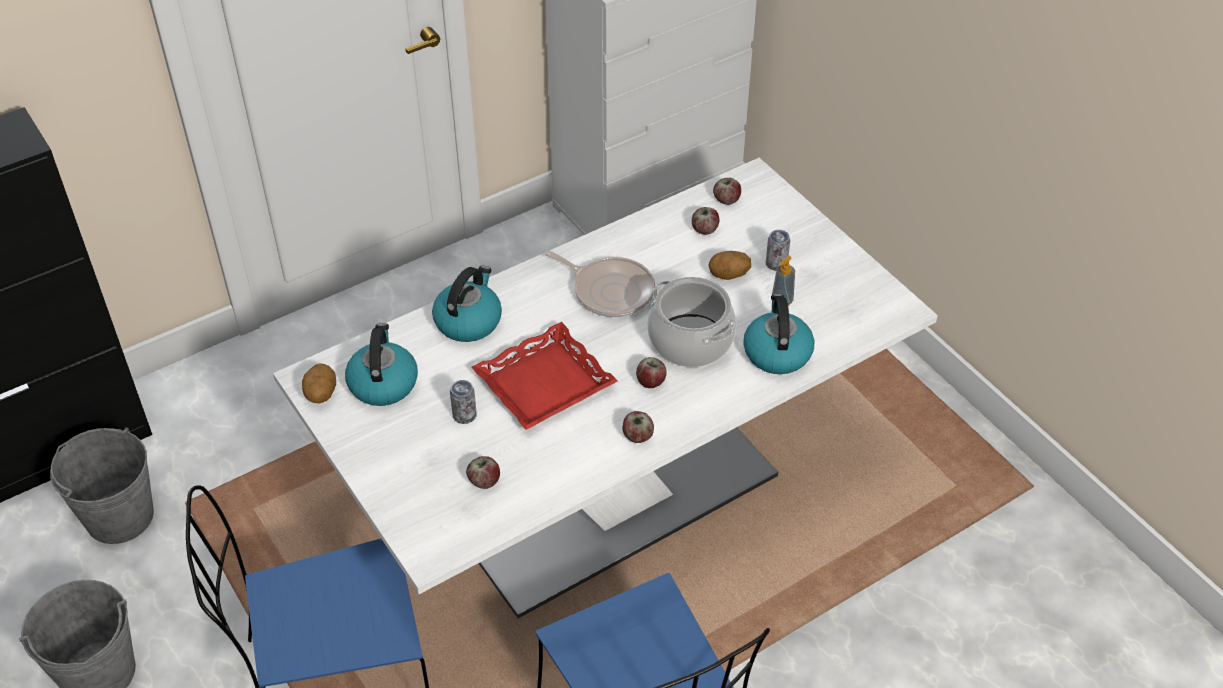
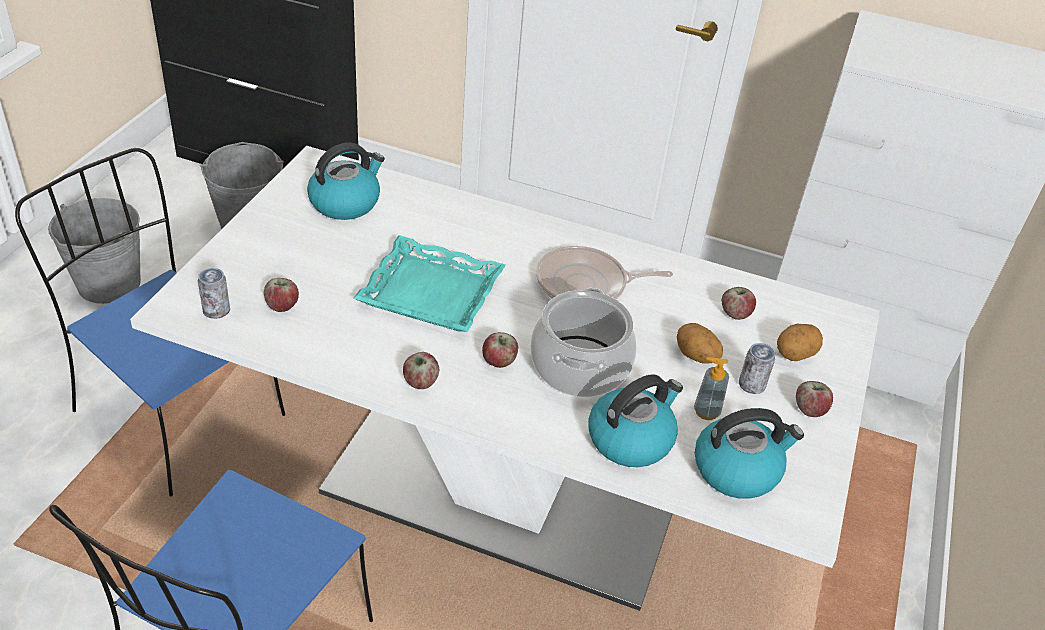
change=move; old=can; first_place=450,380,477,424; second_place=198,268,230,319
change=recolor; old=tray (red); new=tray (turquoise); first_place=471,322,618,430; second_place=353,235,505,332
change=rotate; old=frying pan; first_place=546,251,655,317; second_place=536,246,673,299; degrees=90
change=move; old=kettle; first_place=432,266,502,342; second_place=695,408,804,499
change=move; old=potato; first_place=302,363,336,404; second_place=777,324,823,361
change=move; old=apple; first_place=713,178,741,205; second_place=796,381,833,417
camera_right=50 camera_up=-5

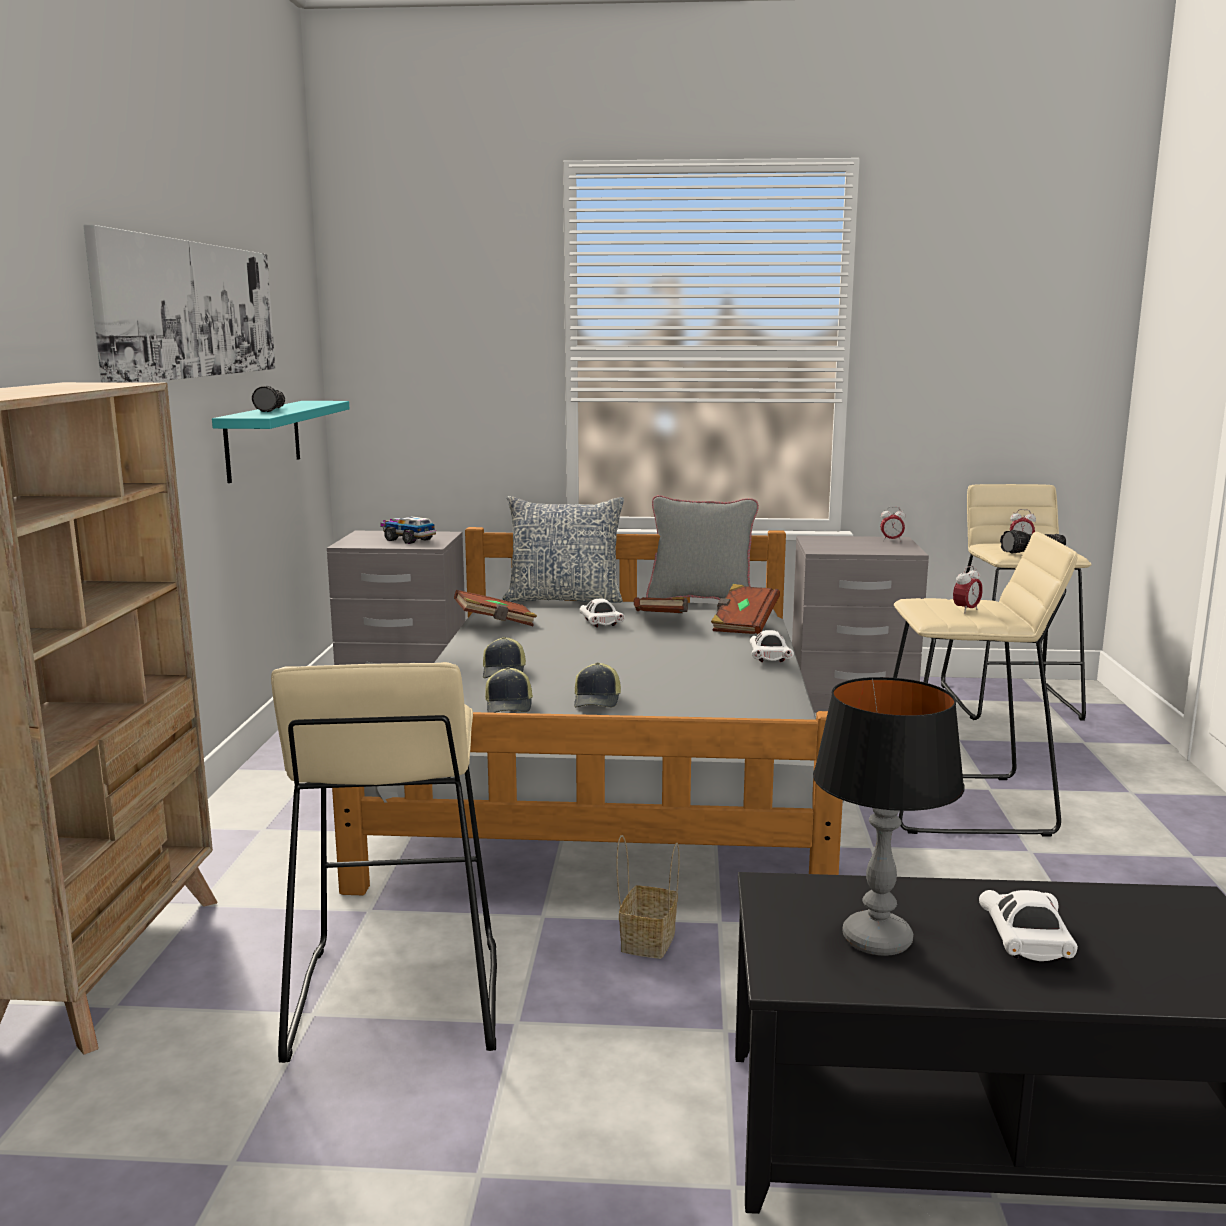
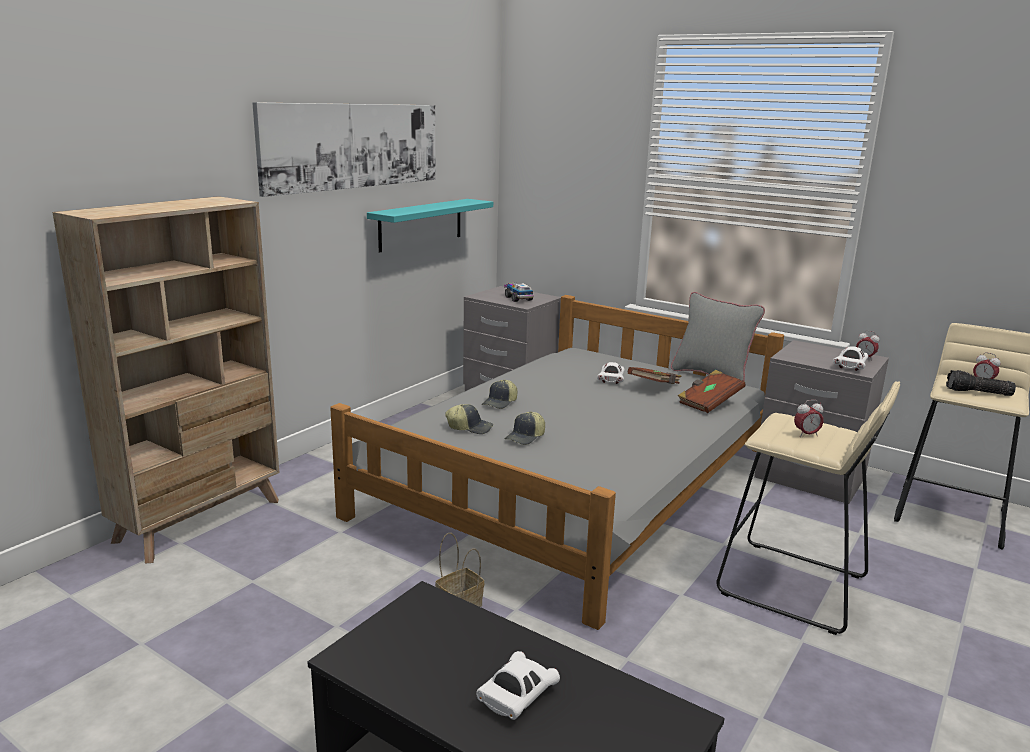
change=rotate; old=cap; first_place=485,667,533,713; second_place=445,404,493,434; degrees=-105
change=move; old=toy car (white); first_place=750,630,794,662; second_place=833,346,868,371
change=delete; old=flashlight; first_place=252,385,285,412
change=delete; old=stool (beige); first_place=271,662,497,1063
change=delete; old=book (brown); first_place=454,590,537,626
change=delete; old=pillow; first_place=502,496,624,603
change=delete; old=table lamp; first_place=813,677,965,956
camera_right=30 camera_up=5

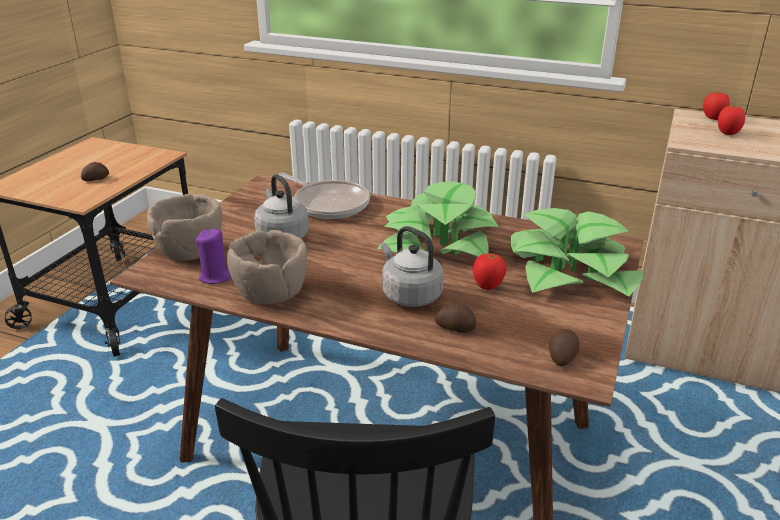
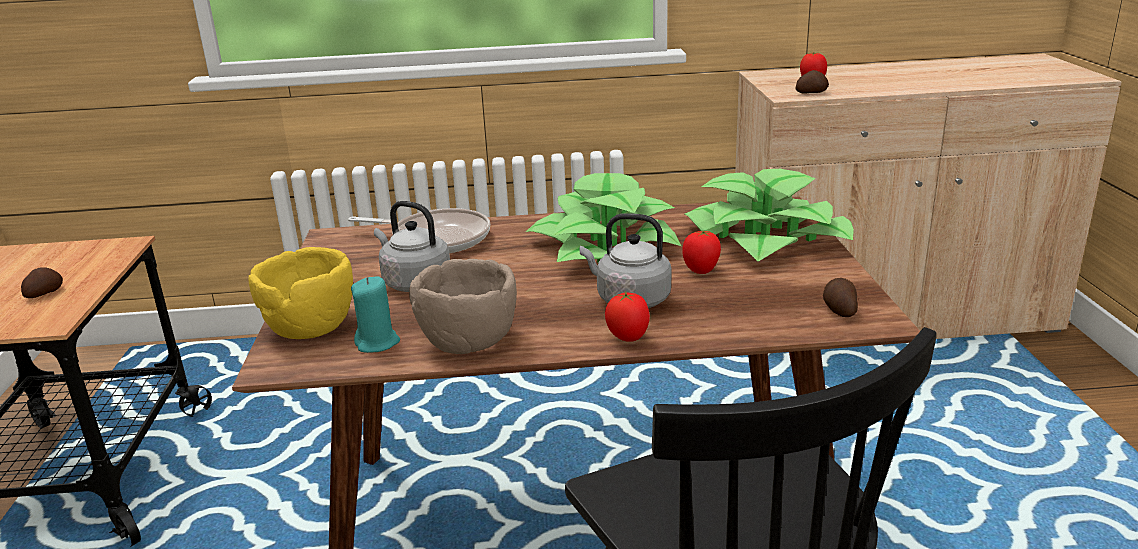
change=recolor; old=bowl (brown); new=bowl (yellow); first_place=147,194,222,261; second_place=248,247,353,339
change=recolor; old=candle (purple); new=candle (turquoise); first_place=196,229,231,284; second_place=351,276,400,353
change=move; old=tomato; first_place=703,92,730,120; second_place=605,291,650,342
change=move; old=potato; first_place=435,303,476,333; second_place=795,70,829,93
camera_right=-25 camera_up=-5

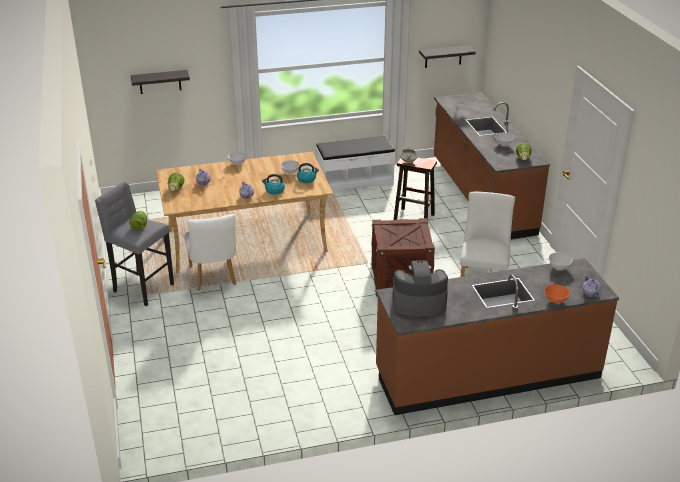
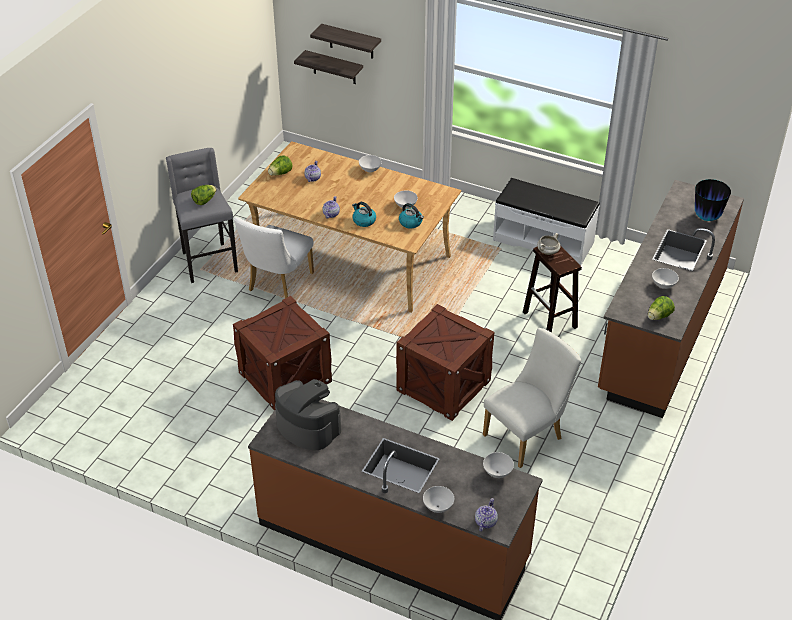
change=insert; new=crate; second_place=233,296,332,411
change=move; old=shelf; first_place=419,45,476,68; second_place=294,50,363,84
change=recolor; old=bowl (orange); new=bowl (white); first_place=545,284,570,303; second_place=423,486,454,513
change=insert; new=vase; second_place=695,179,731,221
camera_right=40 camera_up=10

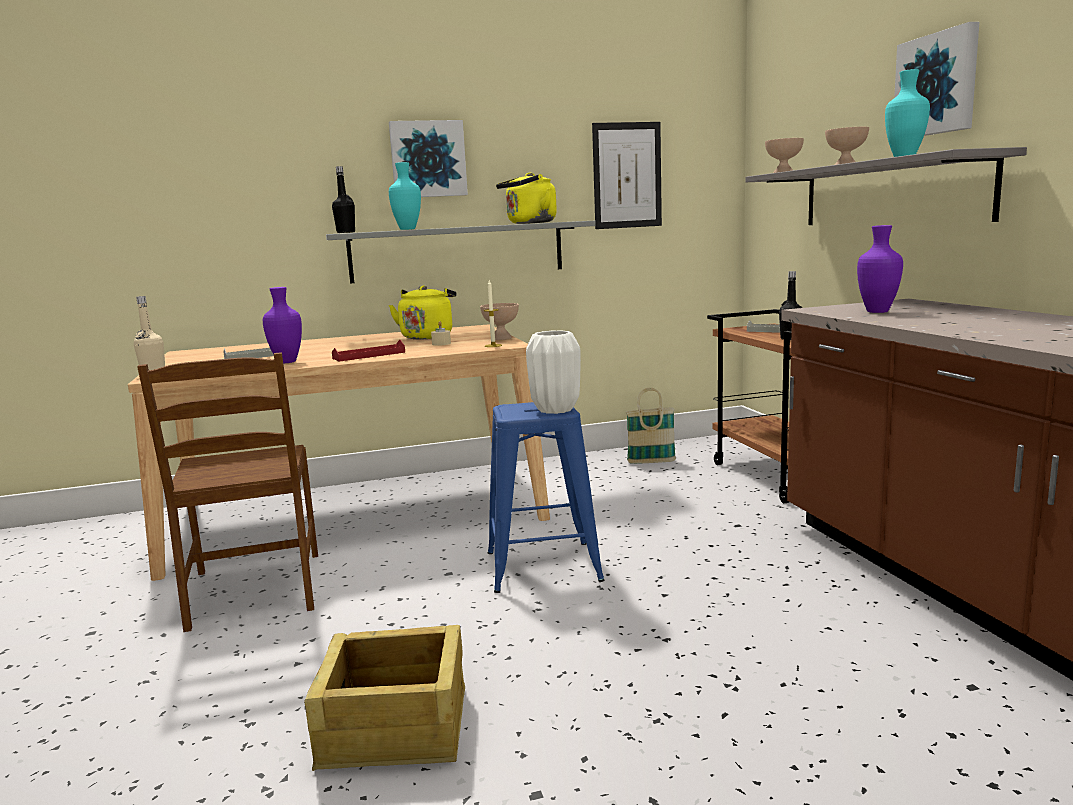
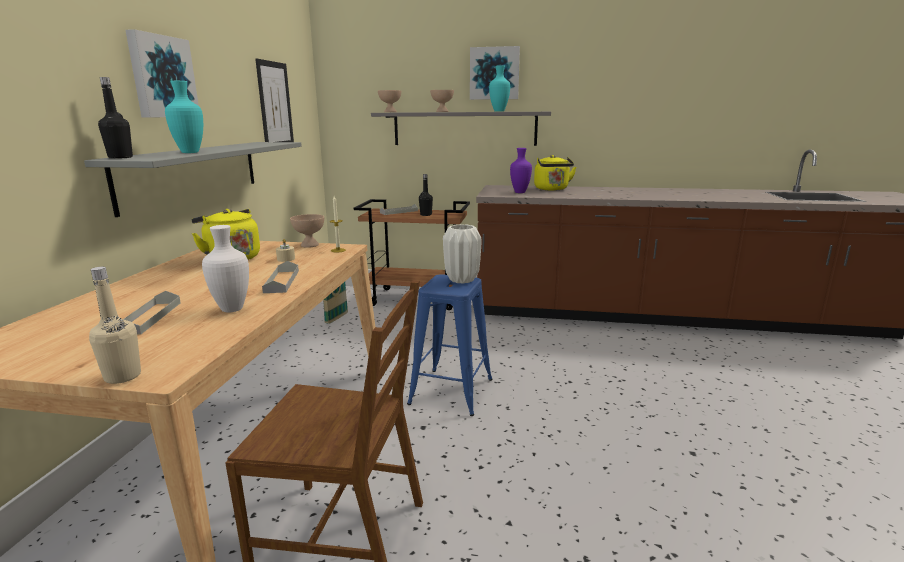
change=recolor; old=vase (purple); new=vase (white); first_place=263,287,302,363; second_place=202,225,249,313
change=recolor; old=tray (red); new=tray (grey); first_place=332,340,405,362; second_place=262,261,299,293
change=move; old=kettle (yellow); first_place=496,172,557,224; second_place=534,155,576,191
change=delete; old=crate; first_place=304,625,465,771
camera_right=-65 camera_up=5

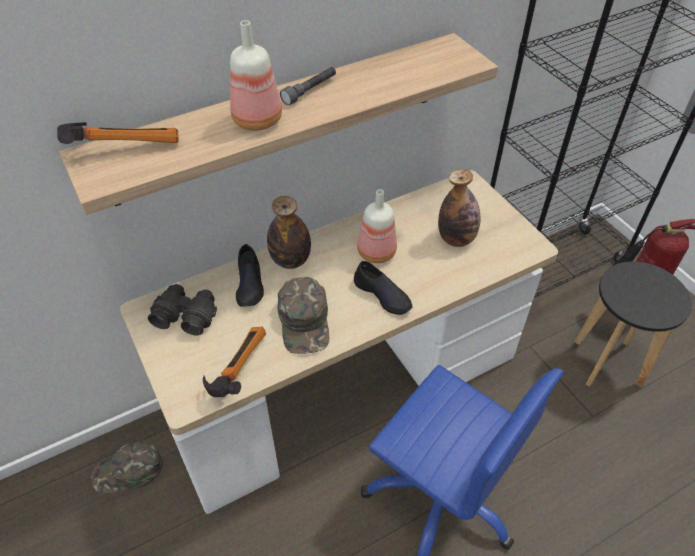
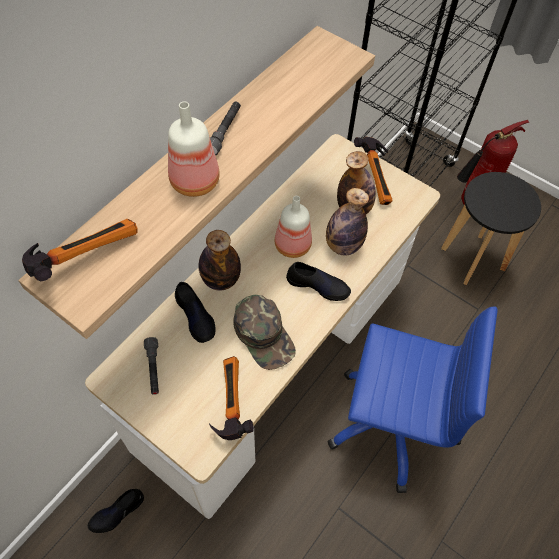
change=replace; old=cap (green); new=shoe (black); first_place=91,441,163,494; second_place=88,489,144,533
change=replace; old=binoculars (black); new=flashlight (grey); first_place=148,284,217,335; second_place=144,337,159,395
change=insert; new=bottle; second_place=326,188,369,256
change=insert; new=hammer; second_place=354,137,393,205
camera_right=-25 camera_up=10

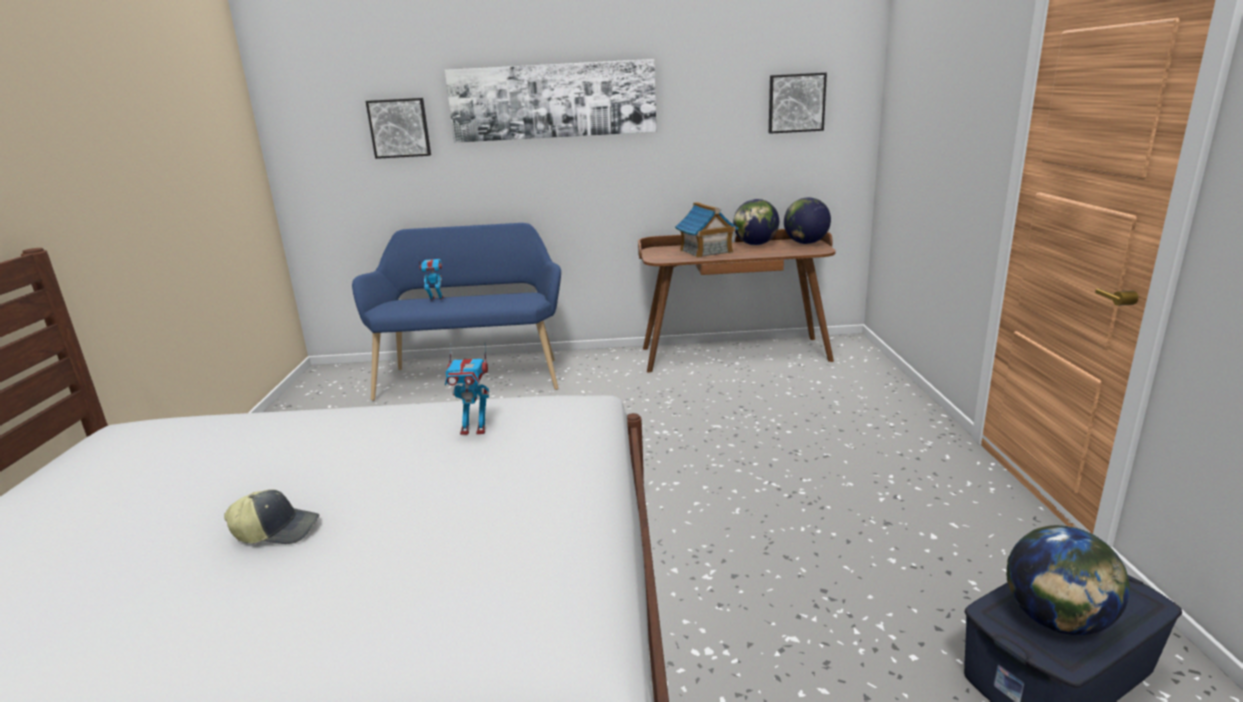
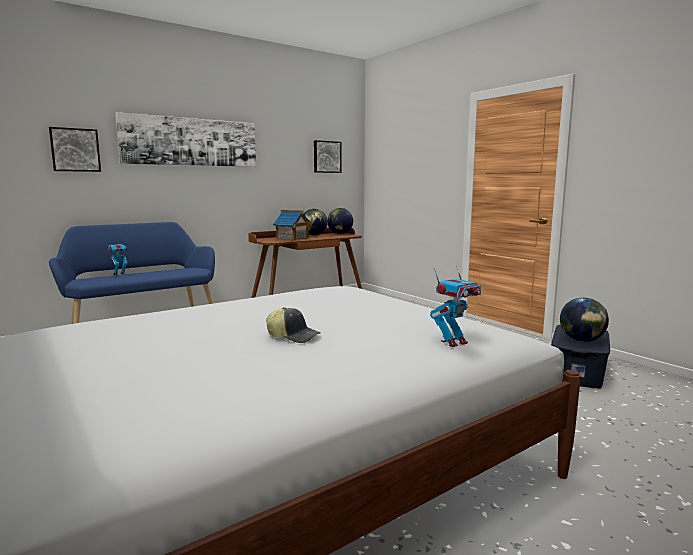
change=rotate; old=cap; first_place=224,489,319,544; second_place=266,307,320,343; degrees=60
change=move; old=toy robot; first_place=445,342,489,435; second_place=430,265,481,347
camera_right=-35 camera_up=-10

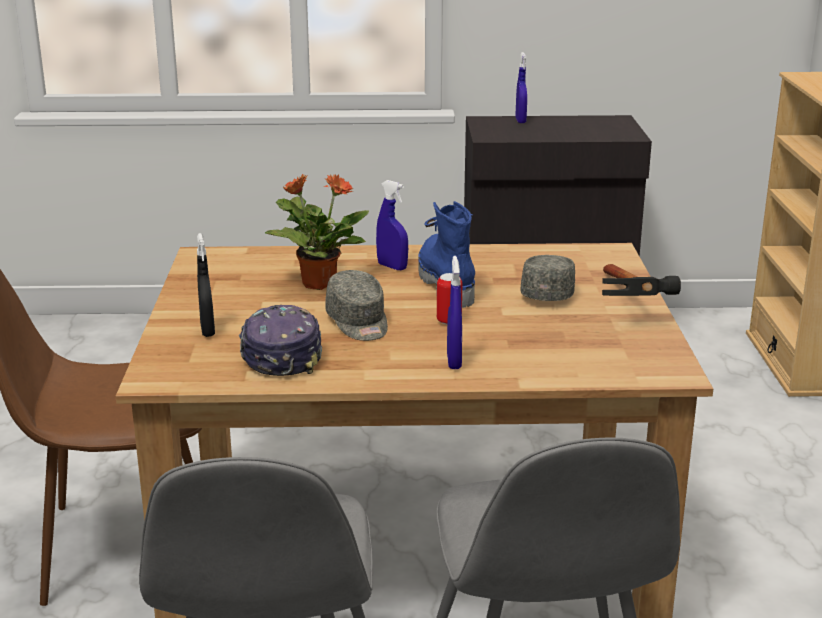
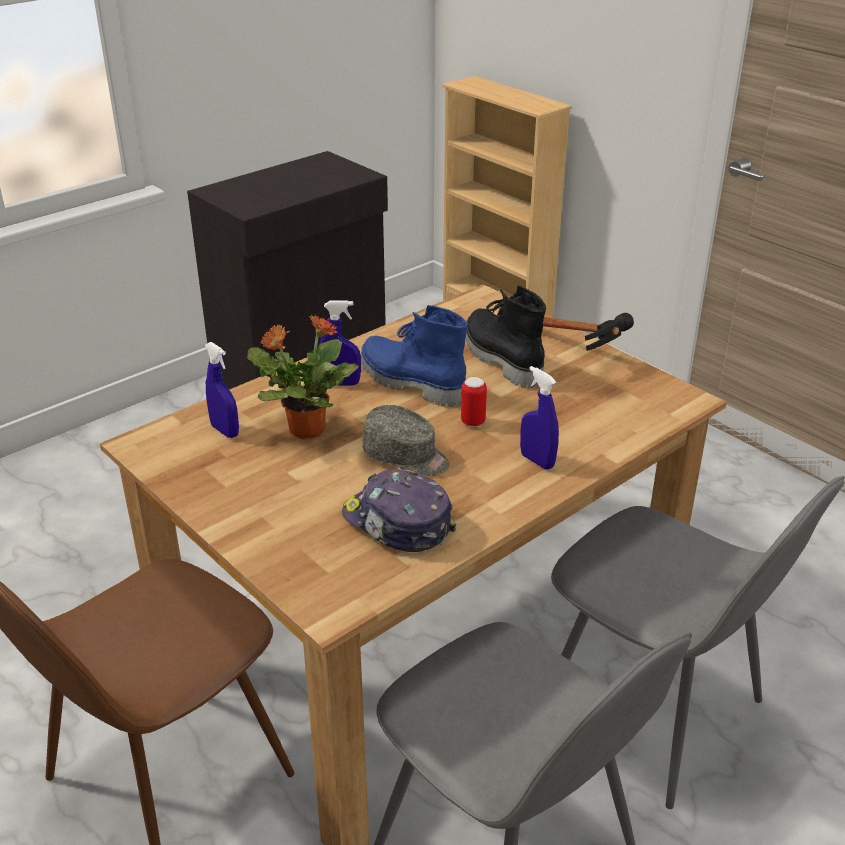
change=move; old=spray bottle (blue); first_place=515,52,527,123; second_place=205,342,239,438
change=replace; old=cap (grey); new=boot (black); first_place=520,255,575,301; second_place=466,285,546,389
change=delete; old=spray bottle (black); first_place=197,233,215,337
camera_right=-40 camera_up=10

